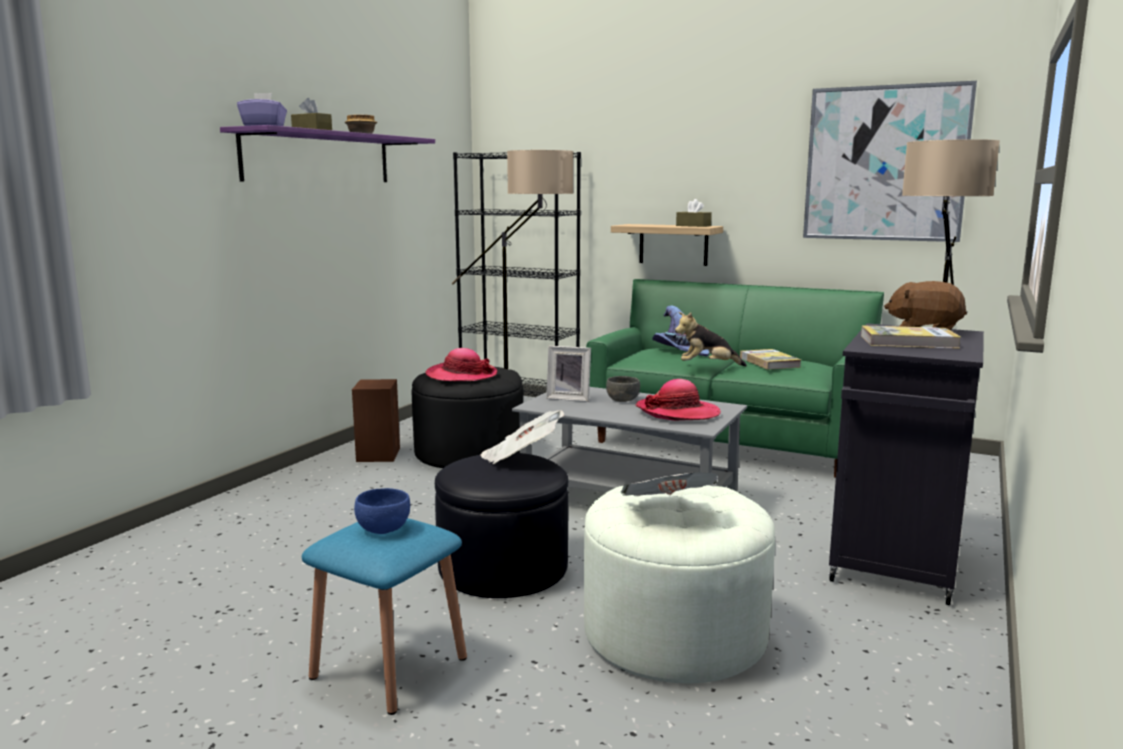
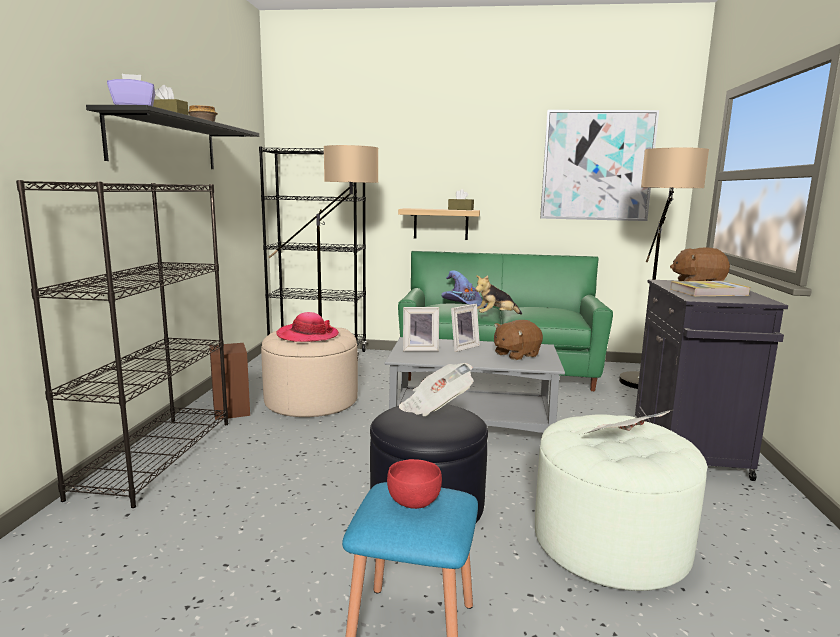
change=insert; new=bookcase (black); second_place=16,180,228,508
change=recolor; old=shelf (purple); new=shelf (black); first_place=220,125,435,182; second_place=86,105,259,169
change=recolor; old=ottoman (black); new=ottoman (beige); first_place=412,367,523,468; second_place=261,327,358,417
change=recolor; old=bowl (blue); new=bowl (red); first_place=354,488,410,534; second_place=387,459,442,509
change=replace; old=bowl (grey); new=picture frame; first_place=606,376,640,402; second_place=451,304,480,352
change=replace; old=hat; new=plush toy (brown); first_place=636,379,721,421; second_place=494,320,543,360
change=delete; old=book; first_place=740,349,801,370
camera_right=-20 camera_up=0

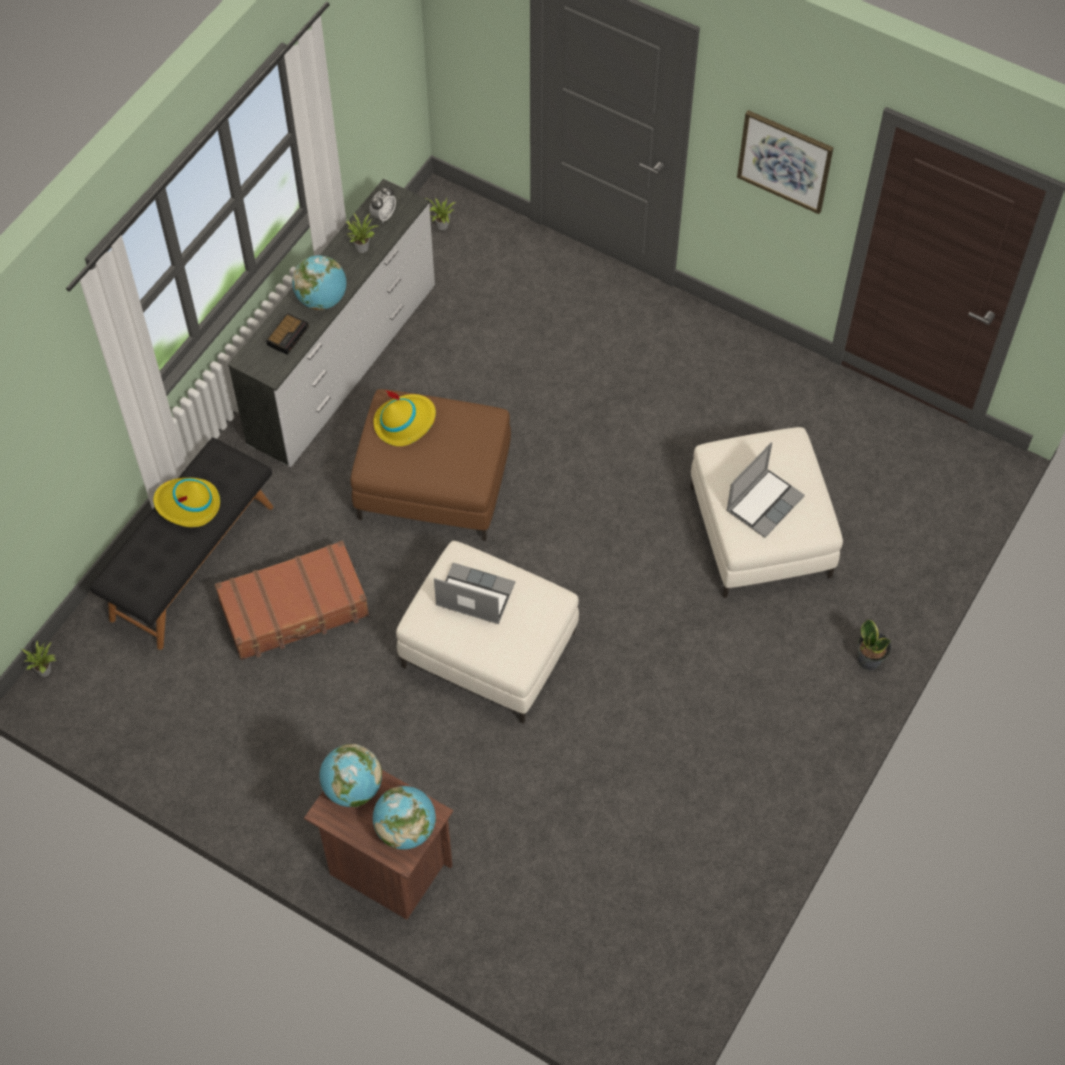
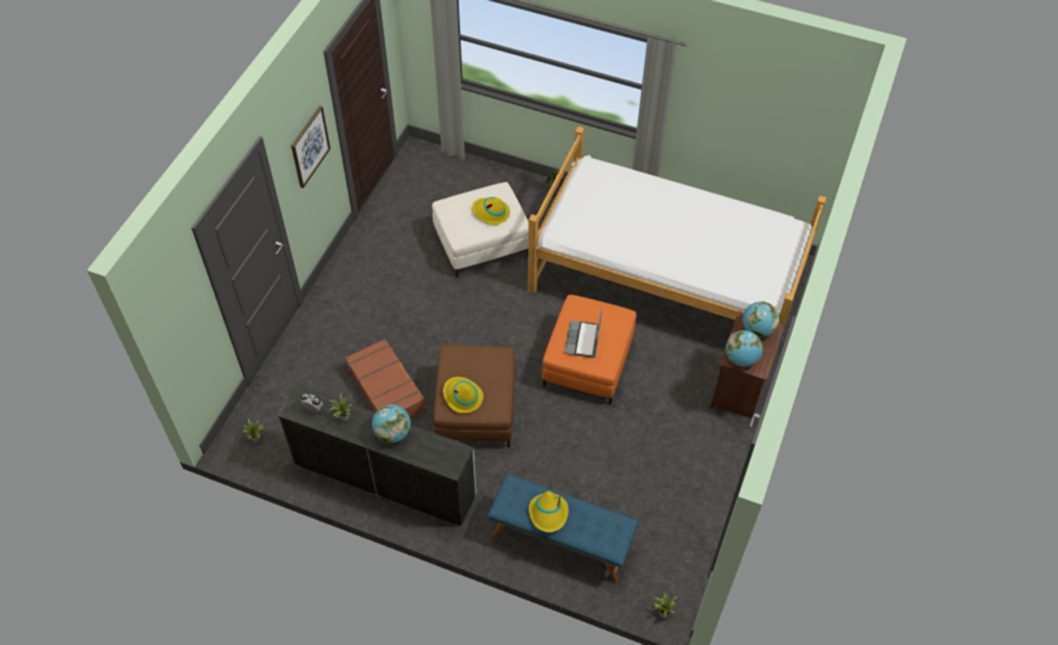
change=move; old=suitcase (brown); first_place=215,541,369,660; second_place=345,339,426,418
change=replace; old=laptop; new=hat (yellow); first_place=726,442,805,538; second_place=472,197,510,225
change=recolor; old=bench (black); new=bench (blue); first_place=90,438,273,650; second_place=487,474,639,582
change=insert; new=bed; second_place=528,126,827,367
change=recolor; old=ottoman (white); new=ottoman (orange); first_place=396,541,579,724; second_place=542,295,636,405
change=delete; old=alarm clock; first_place=266,313,309,355
camera_right=-100 camera_up=-5

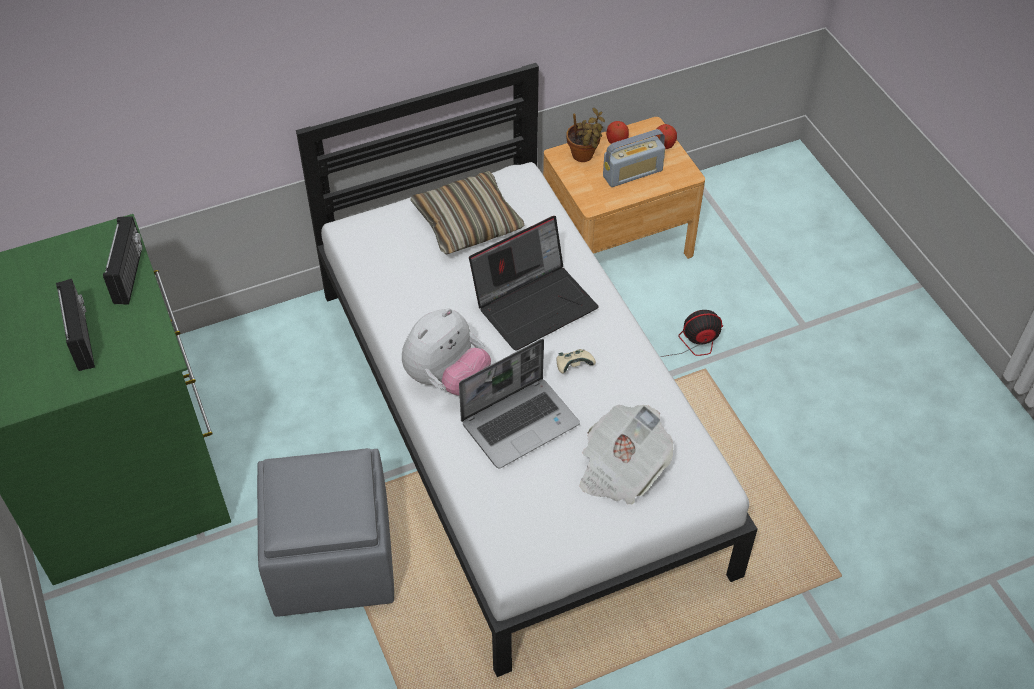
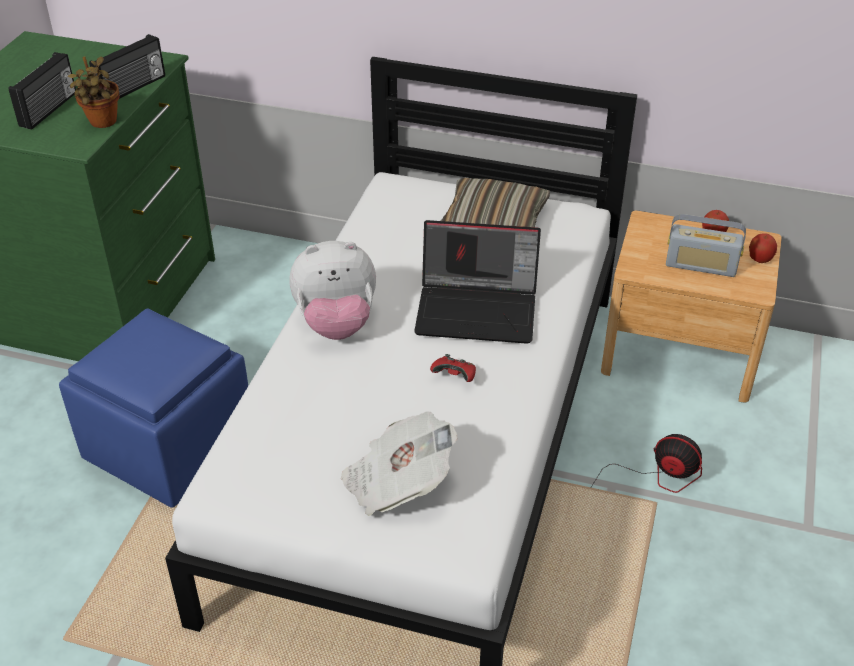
change=recolor; old=ottoman (grey); new=ottoman (blue); first_place=257,448,394,617; second_place=59,308,248,508
change=move; old=potted plant; first_place=566,108,605,162; second_place=68,56,120,128
change=recolor; old=game controller (beige); new=game controller (red); first_place=557,349,596,373; second_place=430,354,476,382
change=delete; old=laptop; first_place=459,339,580,469
camera_right=40 camera_up=-10

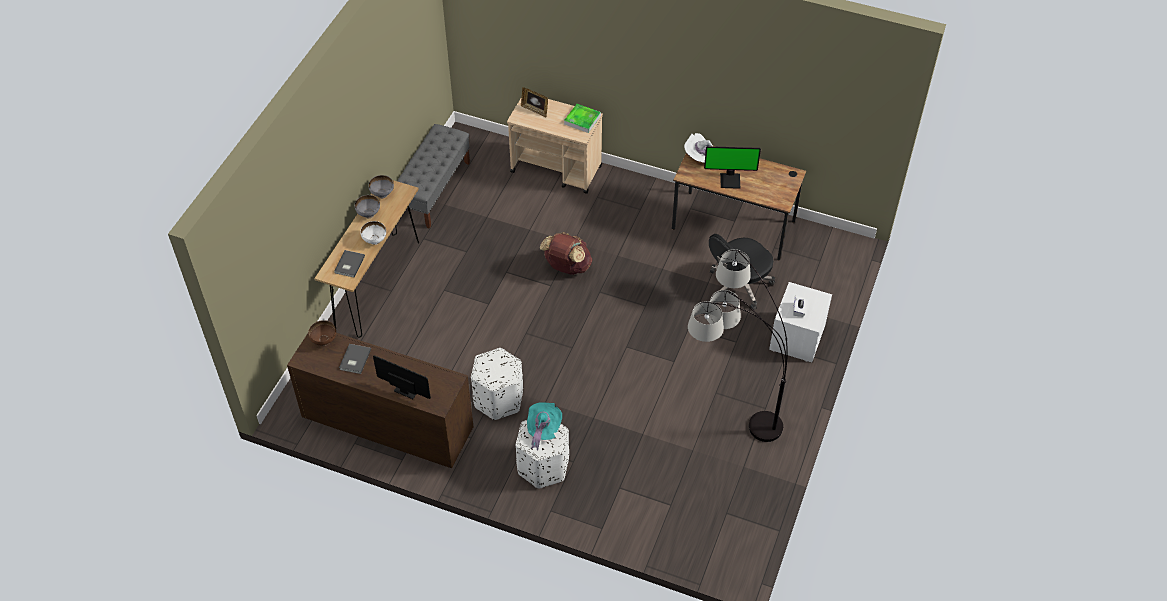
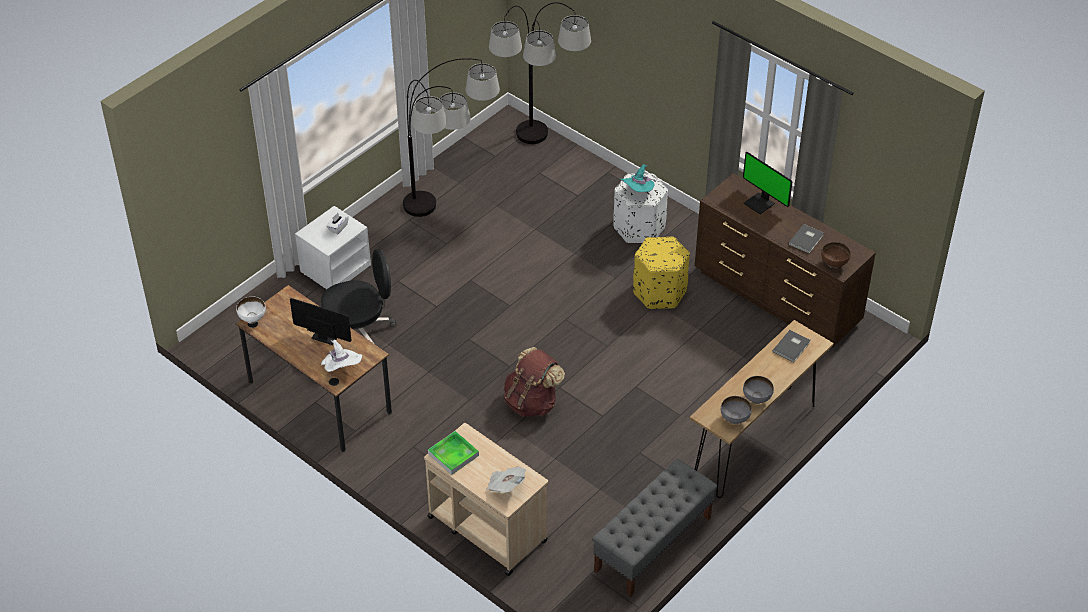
change=move; old=bowl (white); first_place=360,221,386,245; second_place=236,297,266,324
change=replace; old=picture frame; new=newspaper; first_place=521,87,548,118; second_place=486,466,526,493
change=insert; new=floor lamp; second_place=489,2,591,144
change=recolor; old=ottoman (white); new=ottoman (yellow); first_place=471,348,523,420; second_place=633,237,690,309
camera_right=-160 camera_up=-5

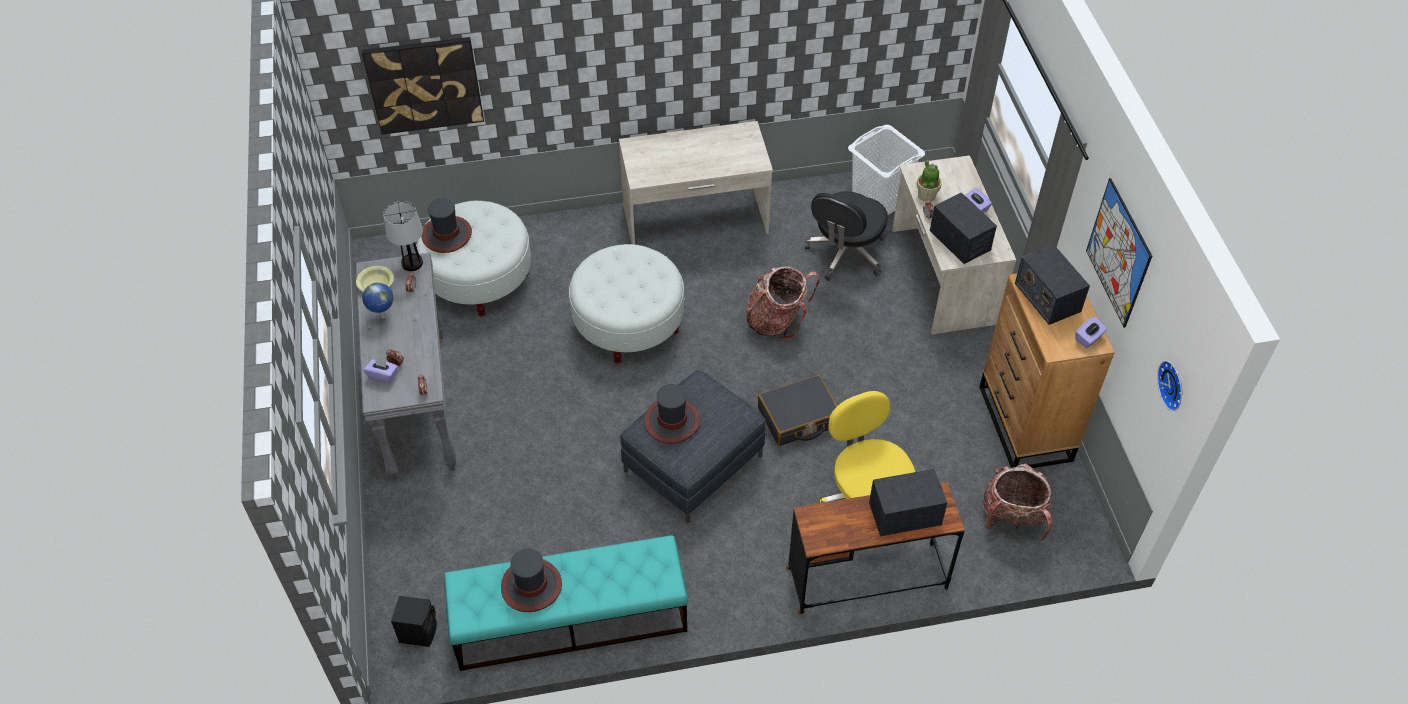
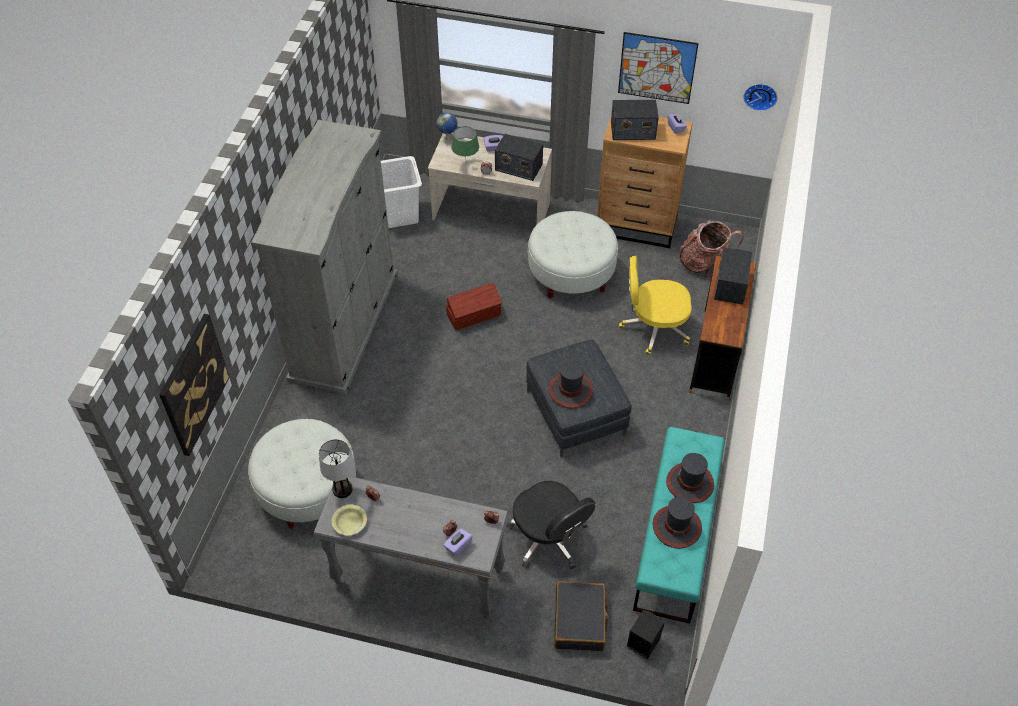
change=replace; old=desk (beige); new=wardrobe (grey); first_place=619,121,773,245; second_place=251,120,397,394
change=move; old=globe; first_place=362,282,394,318; second_place=436,113,458,140
change=replace; old=backpack; new=storage box (brown); first_place=745,266,820,339; second_place=446,282,502,331
change=replace; old=potted plant; new=table lamp (green); first_place=917,160,942,202; second_place=451,126,479,156
change=rotate; old=radio; first_place=930,192,997,264; second_place=495,134,543,181; degrees=-150
change=move; old=office chair (black); first_place=805,191,888,281; second_place=507,481,595,569
change=move; old=ottoman (white); first_place=569,244,685,364; second_place=528,211,618,298
change=move; old=suitcase (black); first_place=758,375,838,446; second_place=554,581,609,651
change=move; old=hat; first_place=421,198,472,253; second_place=666,453,714,503
camera_right=-65 camera_up=0

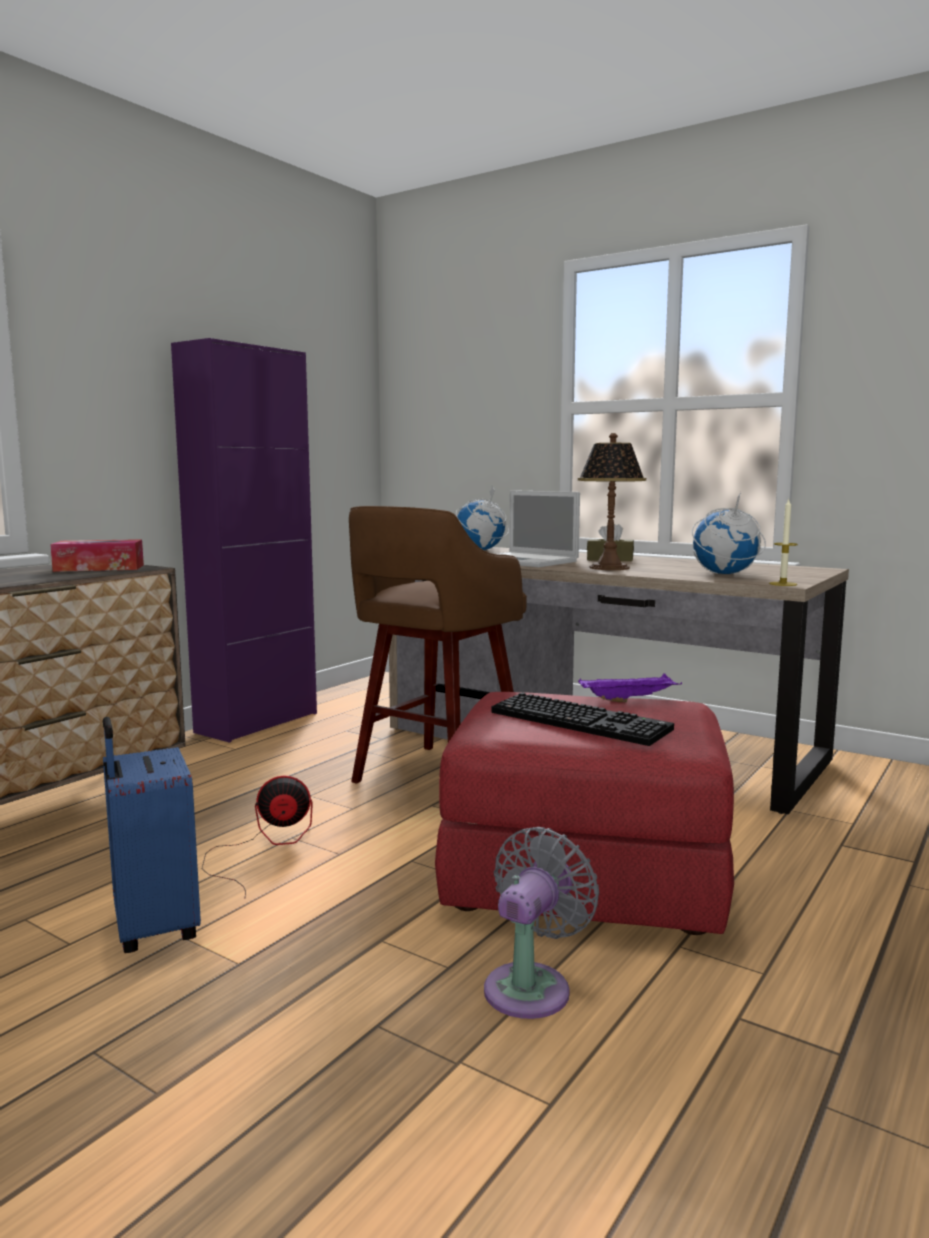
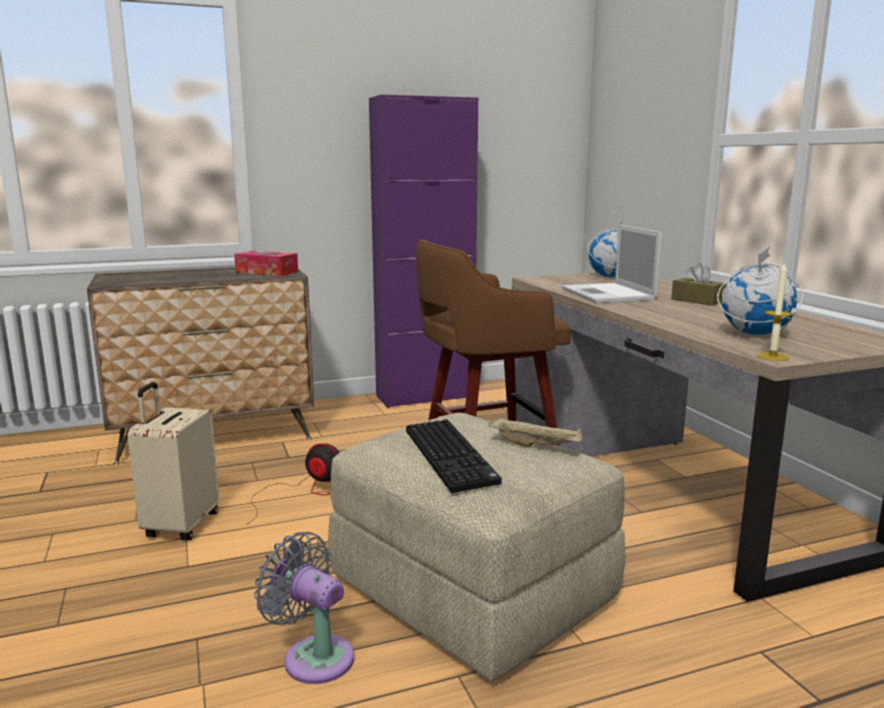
change=recolor; old=suitcase (blue); new=suitcase (beige); first_place=103,717,201,953; second_place=127,382,219,540
change=rotate; old=fan (grey); first_place=484,827,599,1019; second_place=254,532,354,684; degrees=-120
change=recolor; old=ottoman (red); new=ottoman (beige); first_place=435,692,734,935; second_place=328,413,626,681
change=recolor; old=tray (purple); new=tray (beige); first_place=578,673,682,702; second_place=488,417,583,448
change=delete; old=table lamp; first_place=578,433,646,570
camera_right=35 camera_up=5

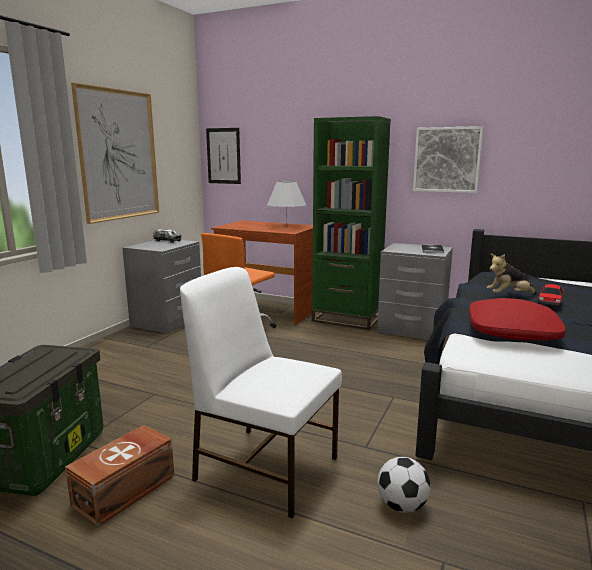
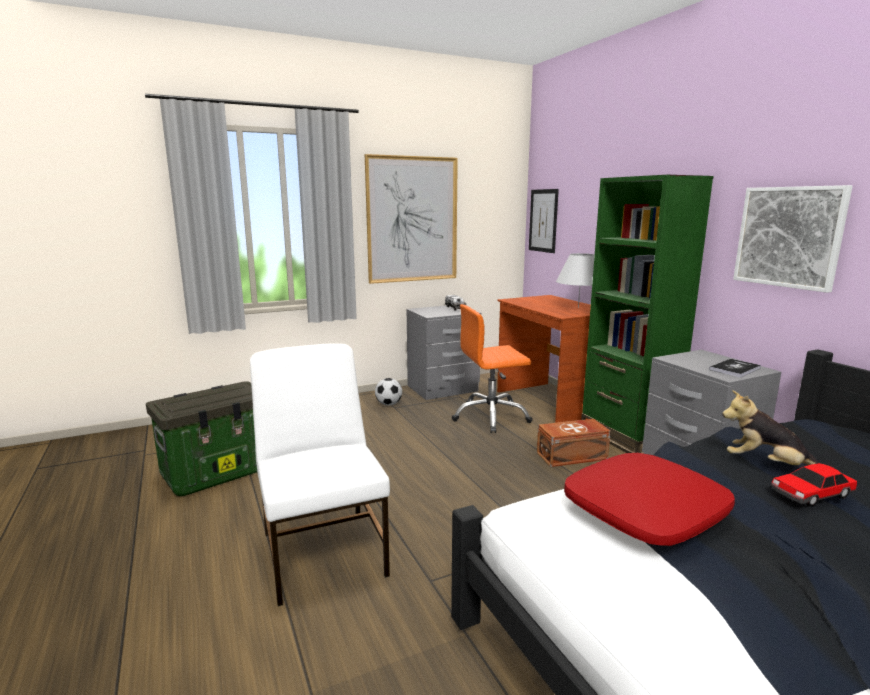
change=move; old=football; first_place=377,457,430,513; second_place=375,378,402,406
change=move; old=storage box (brown); first_place=65,425,174,527; second_place=537,419,611,467
camera_right=40 camera_up=0

